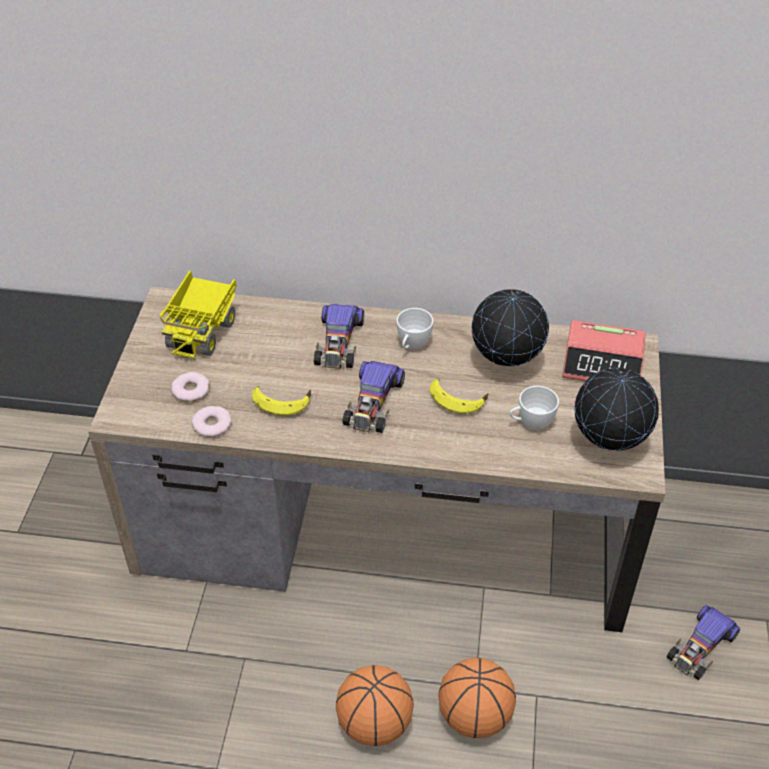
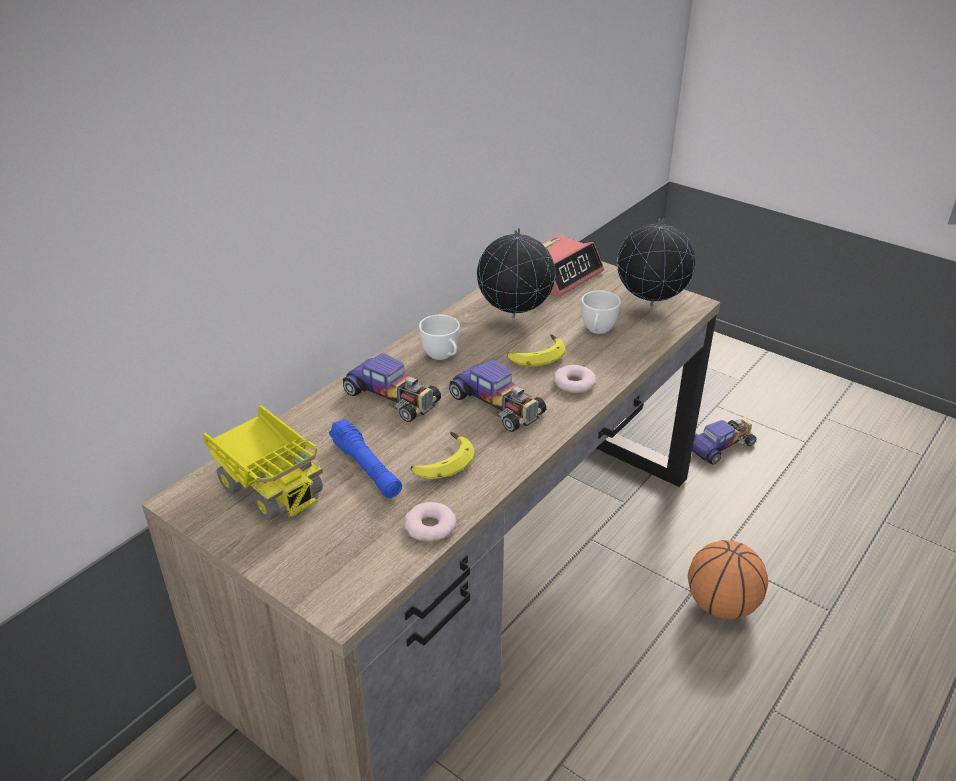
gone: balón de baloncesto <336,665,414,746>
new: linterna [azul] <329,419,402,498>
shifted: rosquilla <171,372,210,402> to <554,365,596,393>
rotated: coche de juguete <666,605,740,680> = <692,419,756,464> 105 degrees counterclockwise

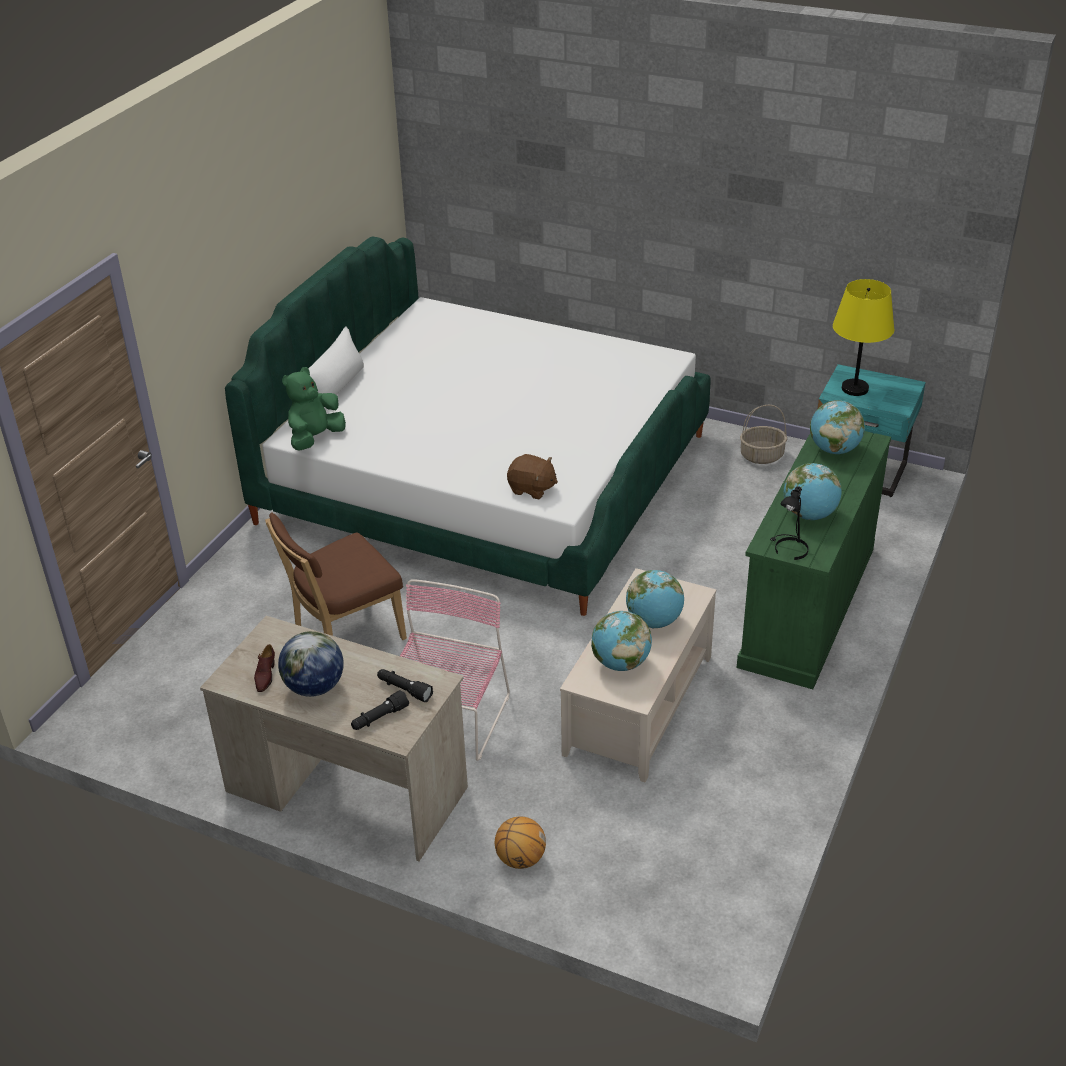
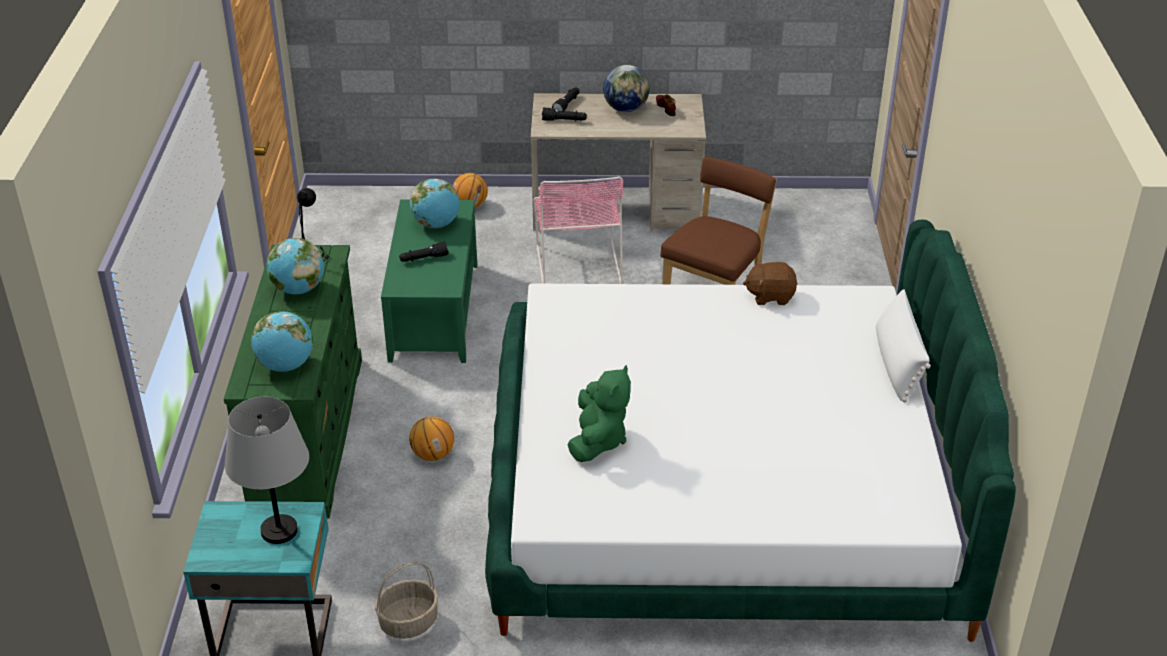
new: balón de baloncesto <409,416,454,461>
shifted: peluche [verde] <282,367,346,451> to <568,365,631,462>; peluche [marrón] <507,454,558,499> to <743,260,798,305>
swapped: globo terráqueo <626,570,684,628> to linterna [negro] <399,242,448,262>
repainted: lámpara de mesa [amarillo] <833,279,894,396> to lámpara de mesa [gris] <225,397,309,544>; mesa de centro [beis] <560,568,716,783> to mesa de centro [verde] <381,200,477,363>

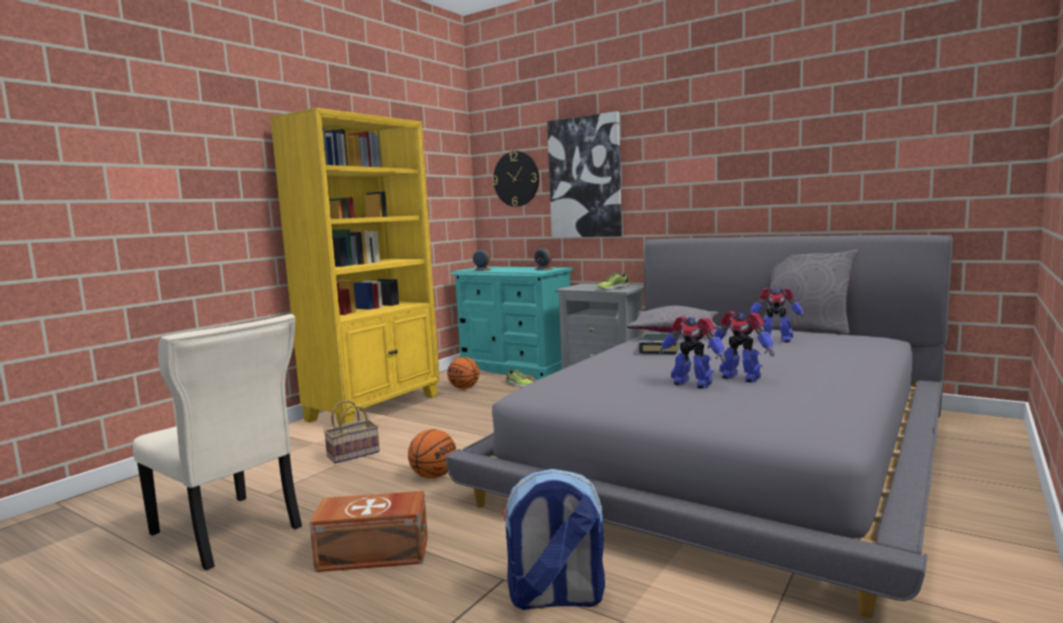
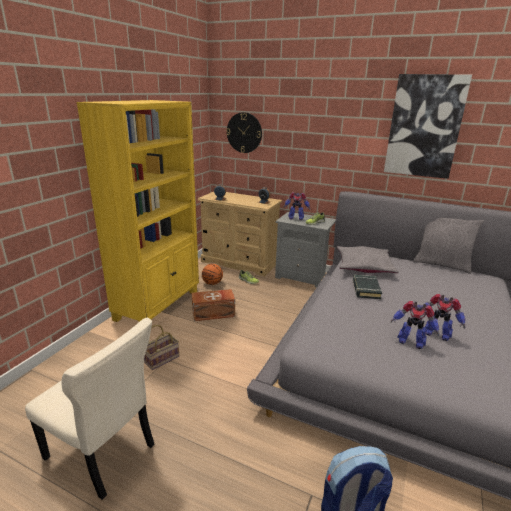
gone: balón de baloncesto <408,429,456,479>
shifted: caja de almacenaje [marrón] <309,491,428,572> to <192,289,235,321>; robot de juguete <749,288,806,343> to <283,192,310,220>; cuadro <547,111,622,238> to <384,74,472,179>
repainted: cómoda [turquesa] <451,266,573,380> to cómoda [beis] <198,192,282,276>

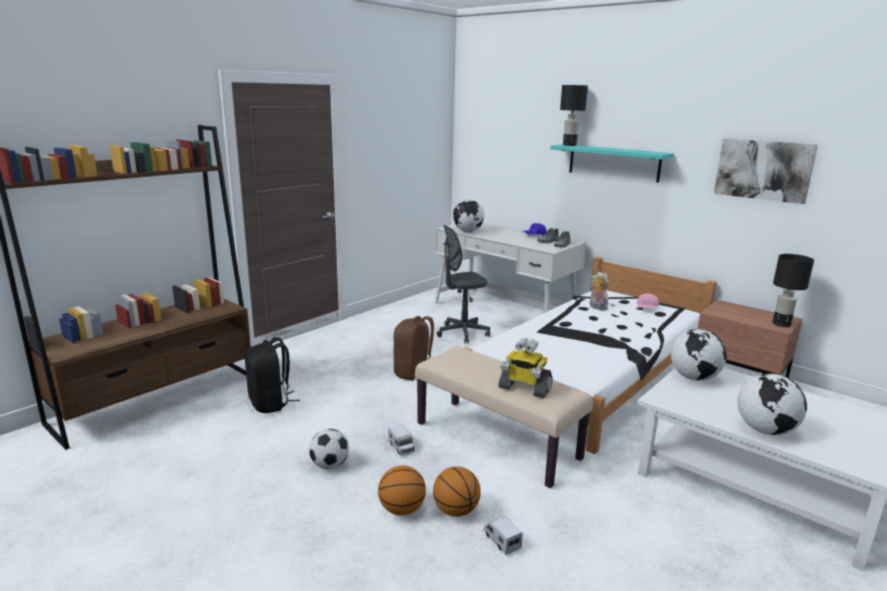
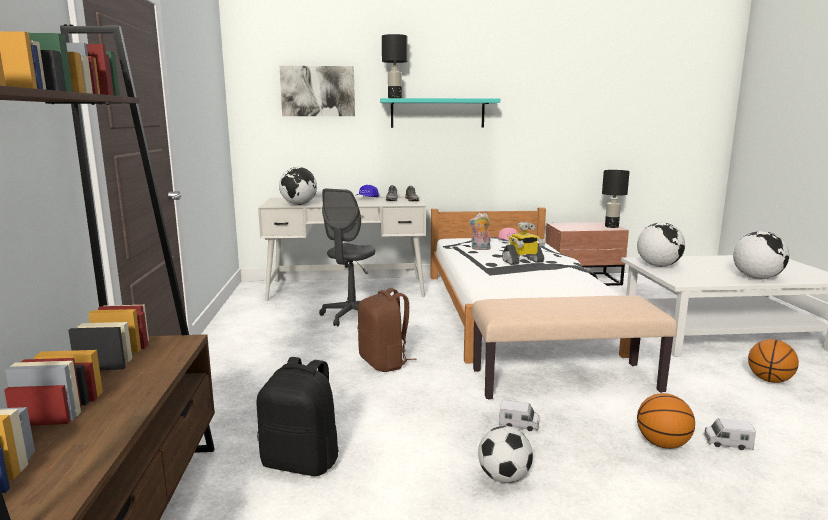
shifted: cuadro <714,138,818,204> to <280,66,355,116>; robot de juguete <499,338,553,398> to <502,222,545,265>; balón de baloncesto <378,465,426,516> to <748,339,799,383>

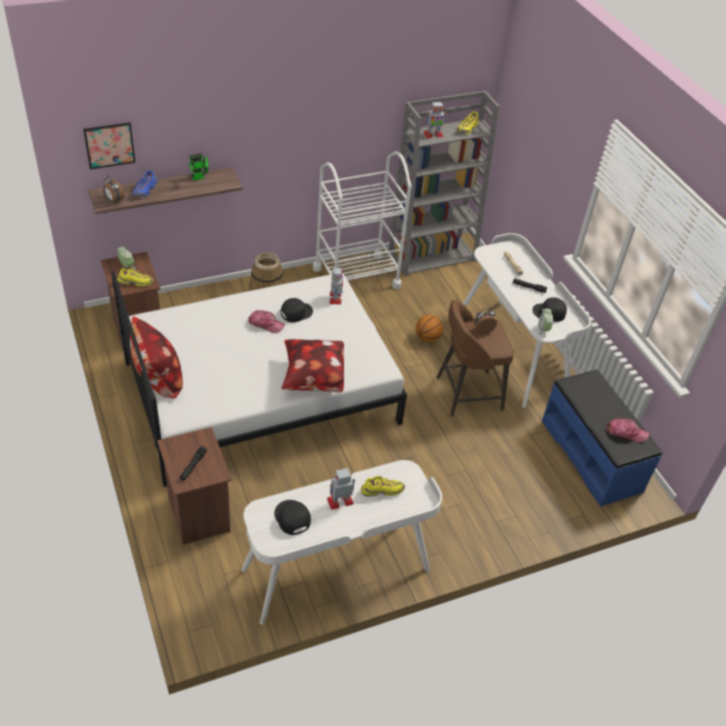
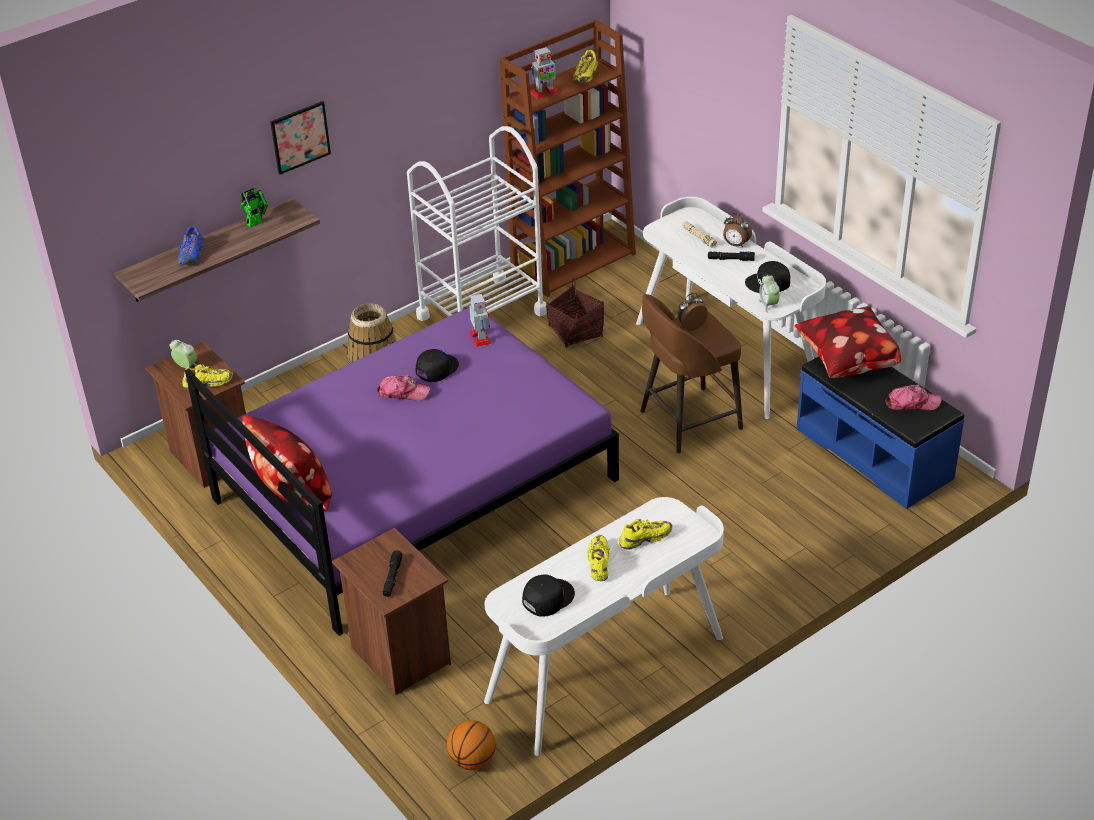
new: cesta <546,277,604,347>
shifted: cuadro <83,122,136,170> to <270,101,331,175>; balón de baloncesto <416,315,443,342> to <447,720,496,770>; despertador <103,175,125,204> to <723,213,752,247>; cojín <281,339,344,393> to <795,306,901,378>
swapped: robot de juguete <327,468,355,510> to zapato [amarillo] <588,535,610,581>
repainted: cama [blanco] <111,271,407,487> to cama [morado] <185,308,619,636>; estantería [gris] <389,91,500,277> to estantería [marrón] <500,20,636,297>
rotated: gorra [negro] <274,500,311,535> = <522,574,575,616> 90 degrees clockwise

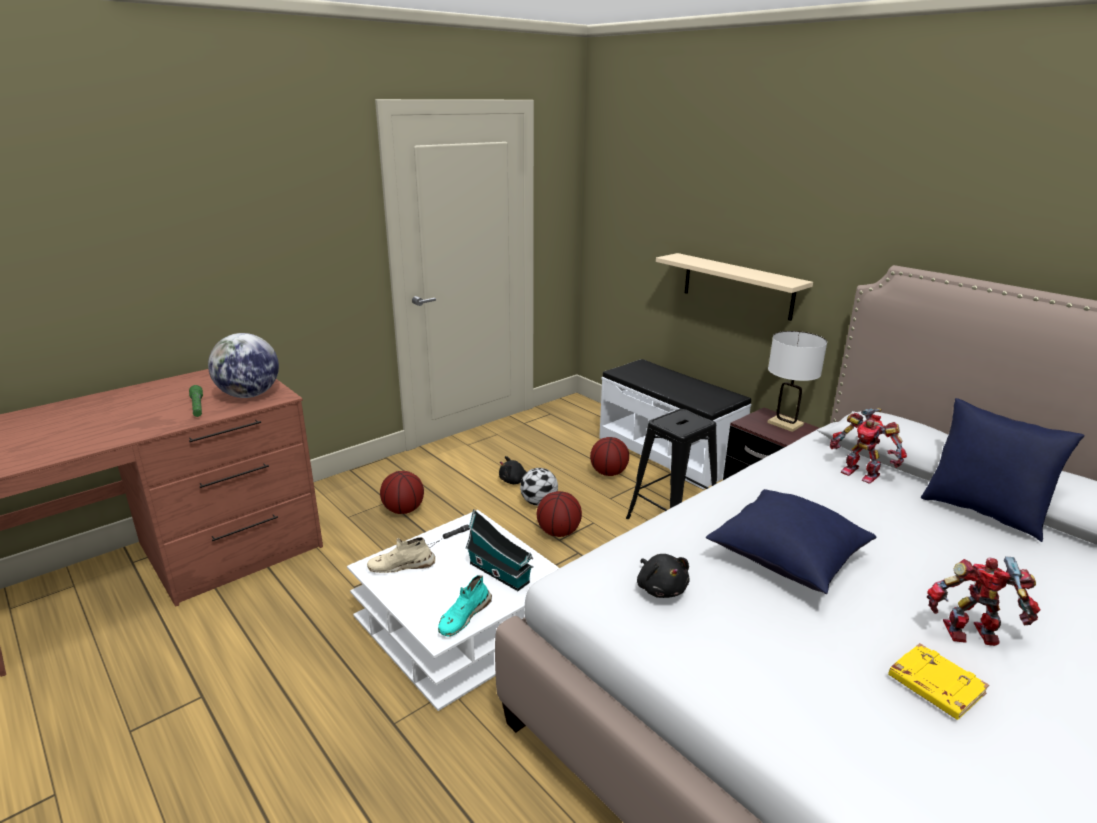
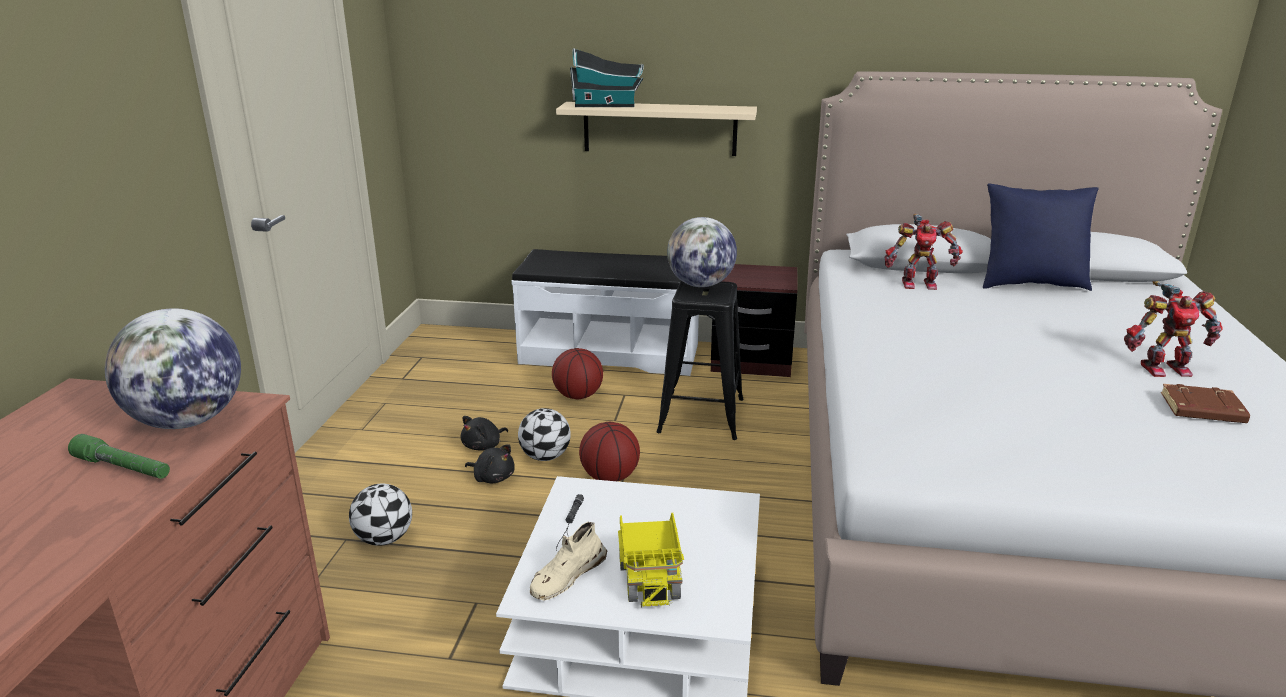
gone: zapato [turquesa] <438,575,492,637>; cojín [azul] <706,489,876,594>; lámpara de mesa [blanco] <768,331,827,432>
new: camión de juguete <618,513,684,608>; globo terráqueo <667,217,737,287>
shifted: peluche [negro] <637,554,690,598> to <465,444,515,483>; casita <466,509,534,591> to <570,48,644,107>
swapped: balón de baloncesto <380,471,424,514> to balón de fútbol <349,483,412,546>
repainted: libro [amarillo] <888,643,989,720> to libro [marrón] <1161,384,1250,423>
rotated: robot de juguete <927,556,1040,646> = <1124,281,1223,377> 150 degrees counterclockwise

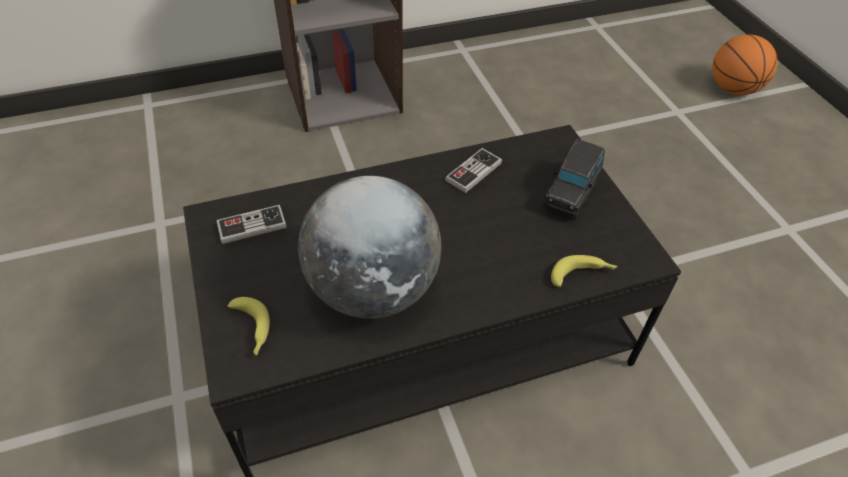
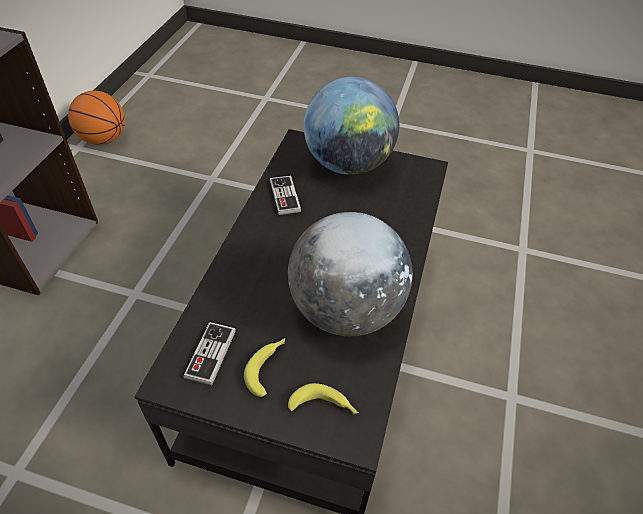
shifted: balón de baloncesto <712,35,778,95> to <68,91,125,145>; plátano <551,255,618,287> to <244,338,285,397>
swapped: coche de juguete [negro] <543,139,605,218> to globo terráqueo <304,77,399,175>

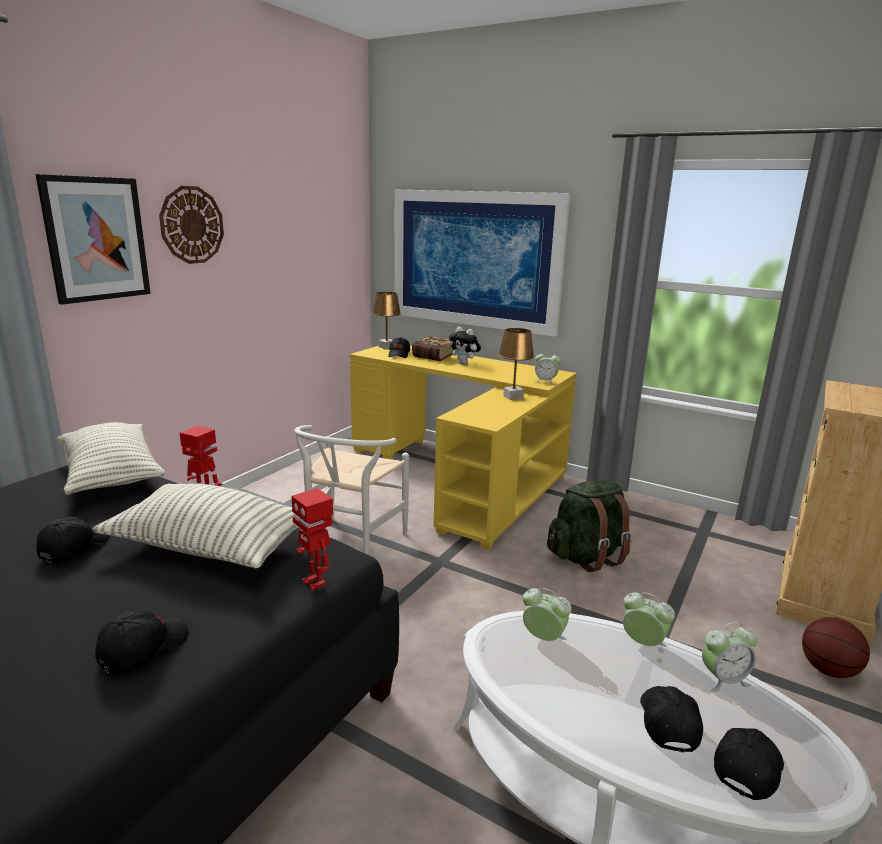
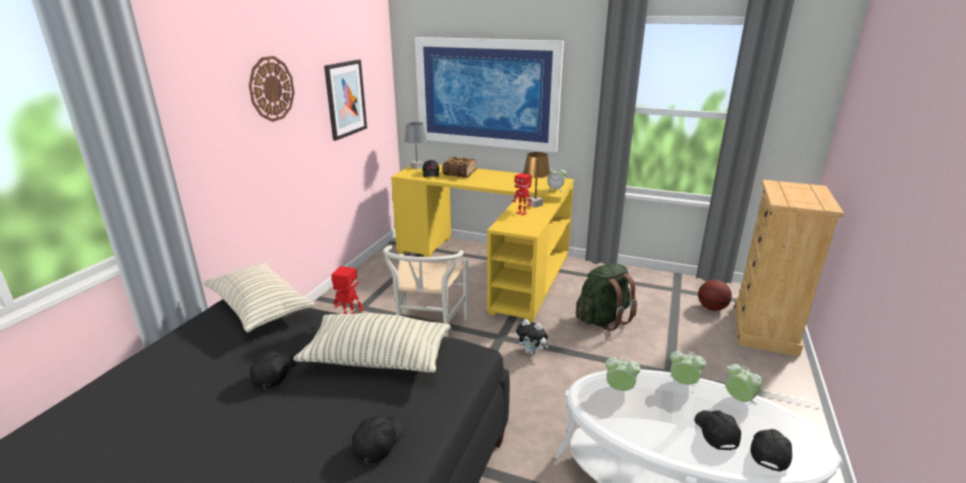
shifted: cuadro <36,174,151,305> to <324,59,367,141>; robot de juguete <291,488,333,591> to <512,173,532,216>; peluche <449,327,481,364> to <516,319,549,355>; balón de baloncesto <802,617,870,678> to <698,280,732,311>
repainted: lámpara de mesa [marrón] <373,292,401,349> to lámpara de mesa [gris] <404,122,427,170>
rotated: despertador <702,622,758,692> = <725,364,763,405> 105 degrees counterclockwise

